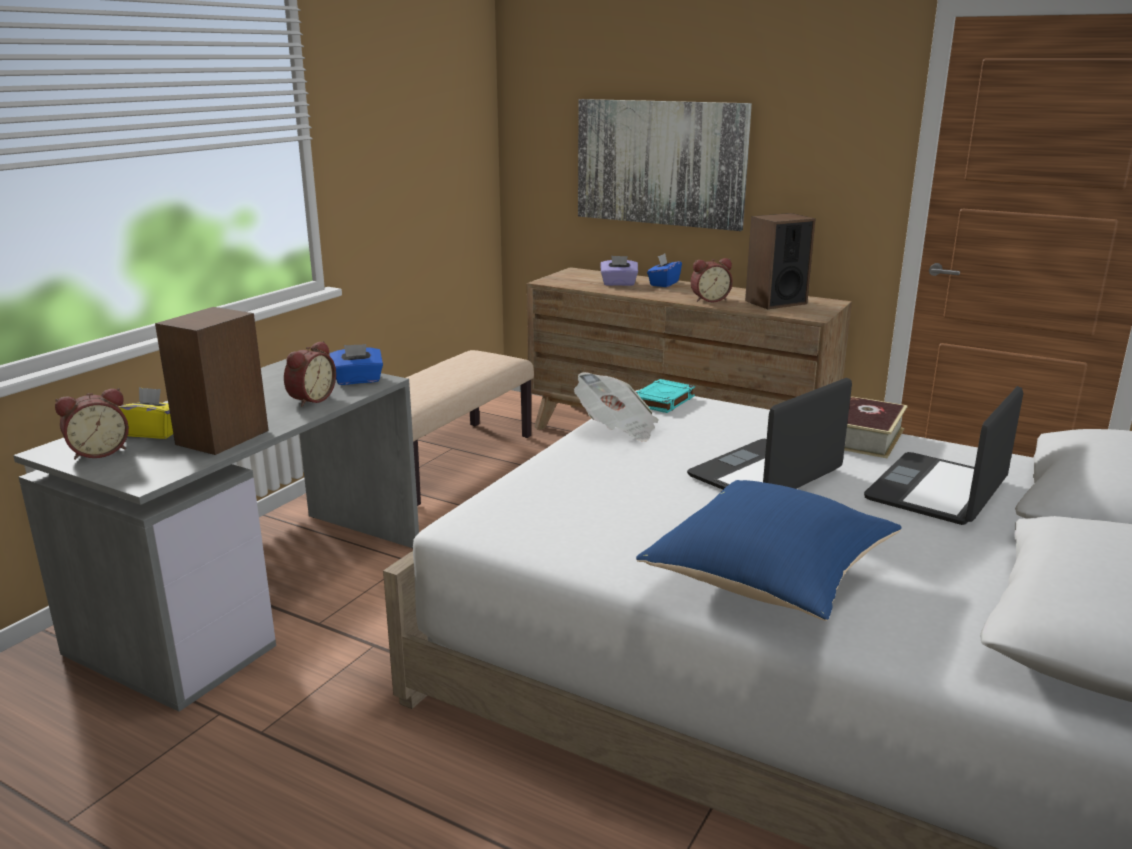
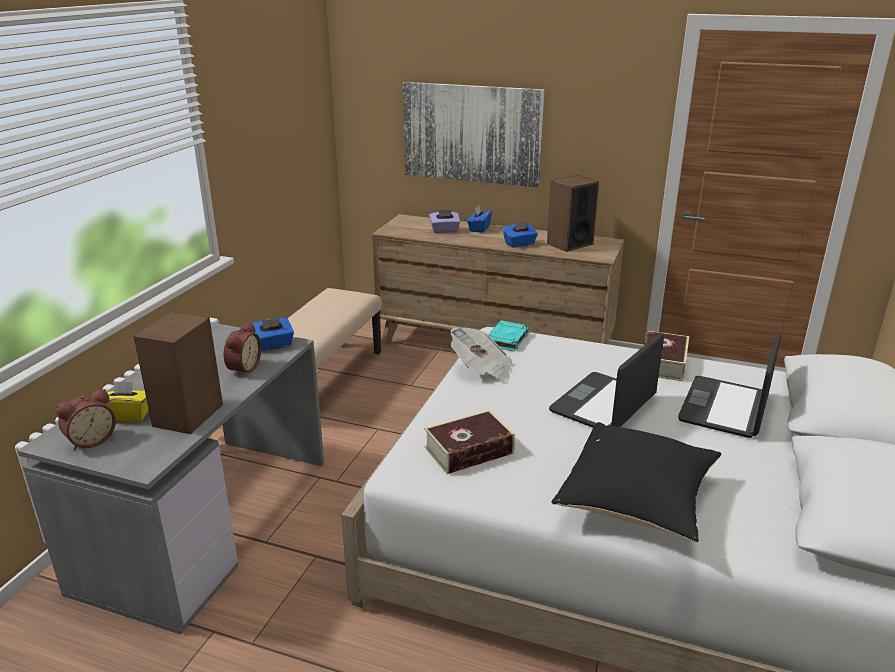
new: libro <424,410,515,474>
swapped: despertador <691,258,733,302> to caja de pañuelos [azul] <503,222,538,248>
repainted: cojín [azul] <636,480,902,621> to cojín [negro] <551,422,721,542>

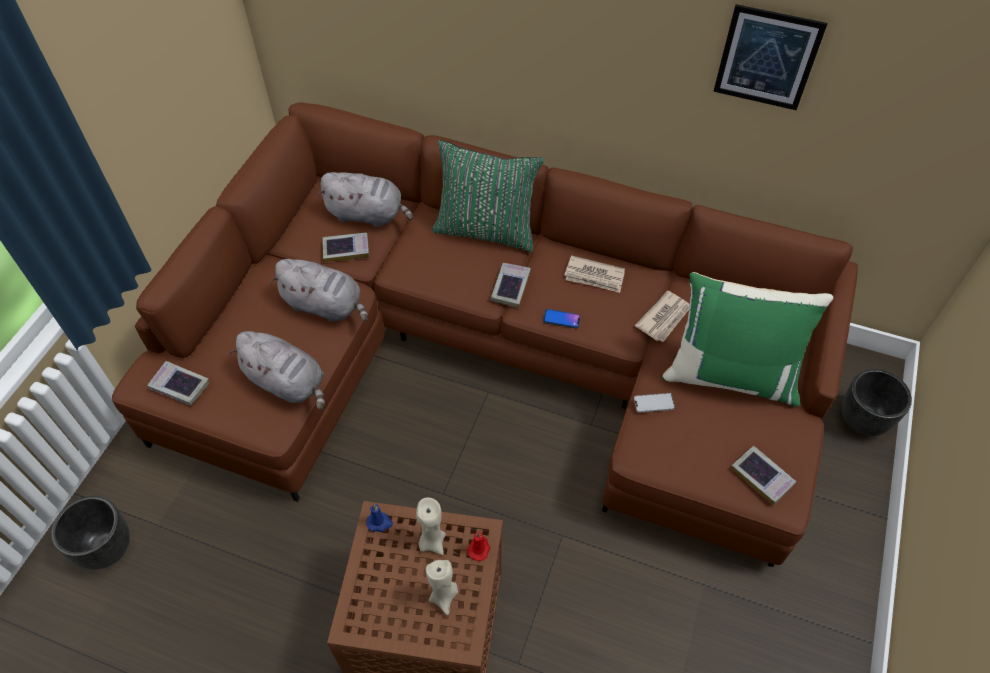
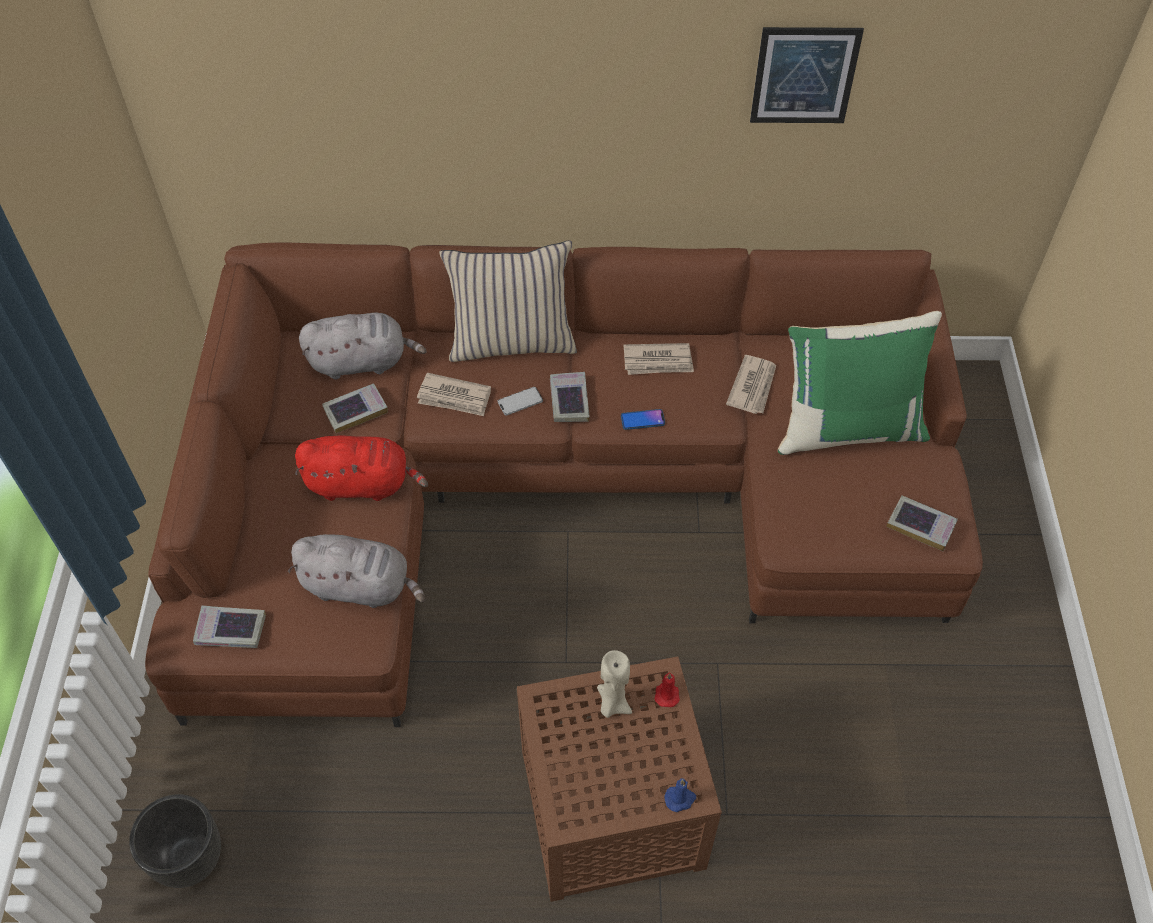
gone: vela [beis] <426,560,458,615>; maceta [negro] <842,369,912,436>
new: periódico <417,373,491,416>
shifted: móvil <634,393,675,413> to <498,387,543,415>; vela [azul] <366,505,393,532> to <664,778,696,812>
repainted: peluche [gris] <270,259,368,322> to peluche [rojo] <295,435,428,501>; cojín [verde] <432,140,544,252> to cojín [beis] <439,240,577,362>

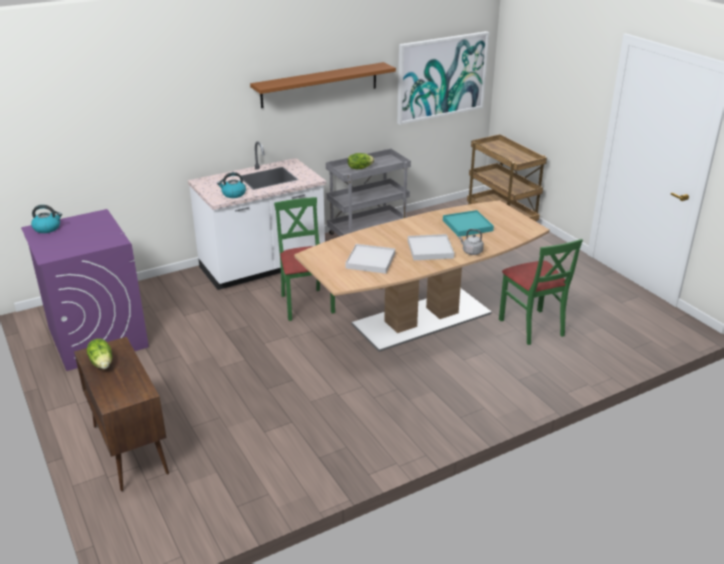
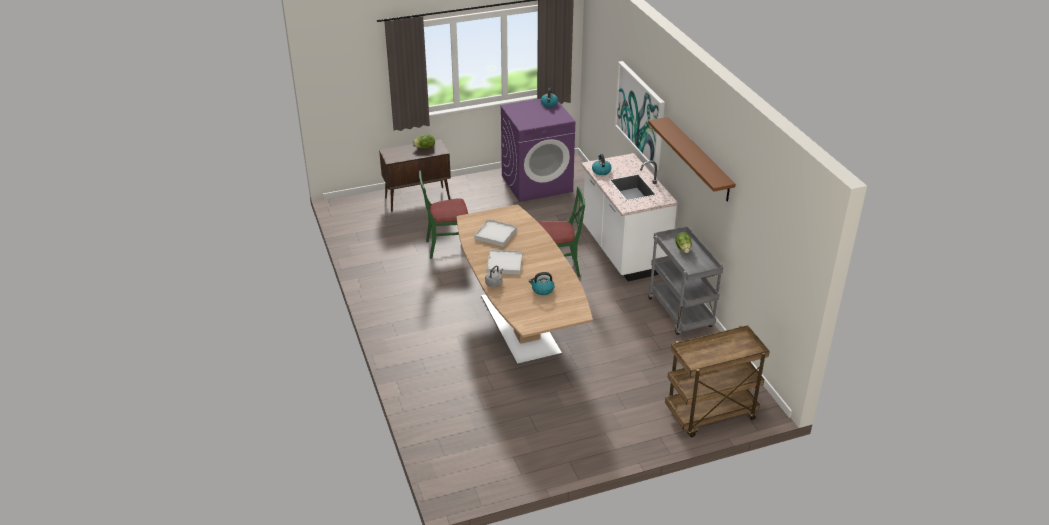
shifted: silla [verde] <499,239,583,345> to <419,171,468,259>; cuadro <397,31,489,125> to <615,61,665,170>
swapped: bandeja [turquesa] <443,210,494,237> to hervidor <529,272,554,295>

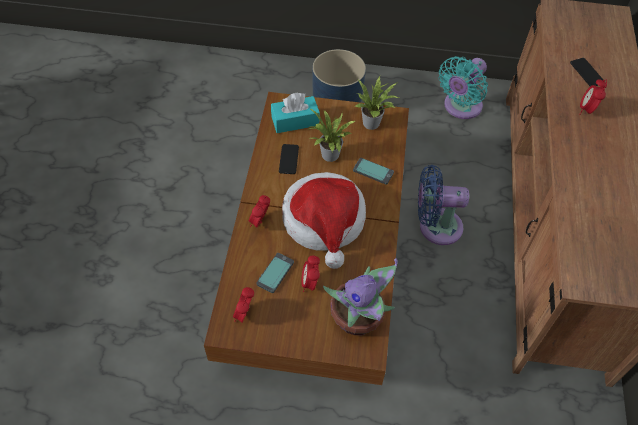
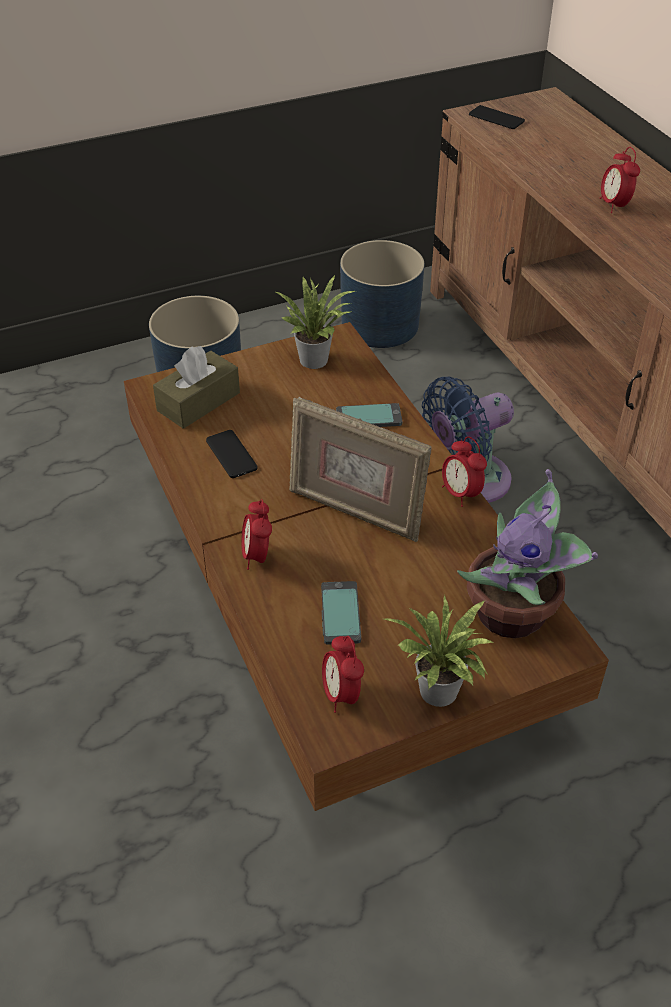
shifted: planta en maceta <309,108,355,162> to <384,595,493,707>; despertador <301,255,320,292> to <442,436,487,507>; móvil <570,58,605,86> to <469,105,525,129>
swapped: sombrero <282,172,366,269> to portarretratos <289,397,431,542>; ventilador [turquesa] <438,56,488,119> to maceta [azul] <340,240,425,348>
repainted: caja de pañuelos [turquesa] <271,93,320,133> to caja de pañuelos [marrón] <153,346,240,429>

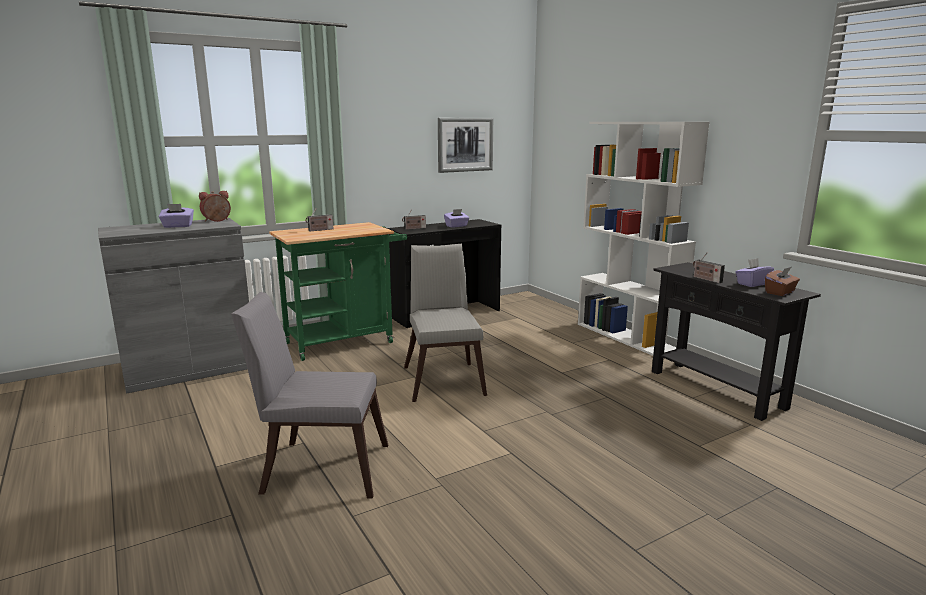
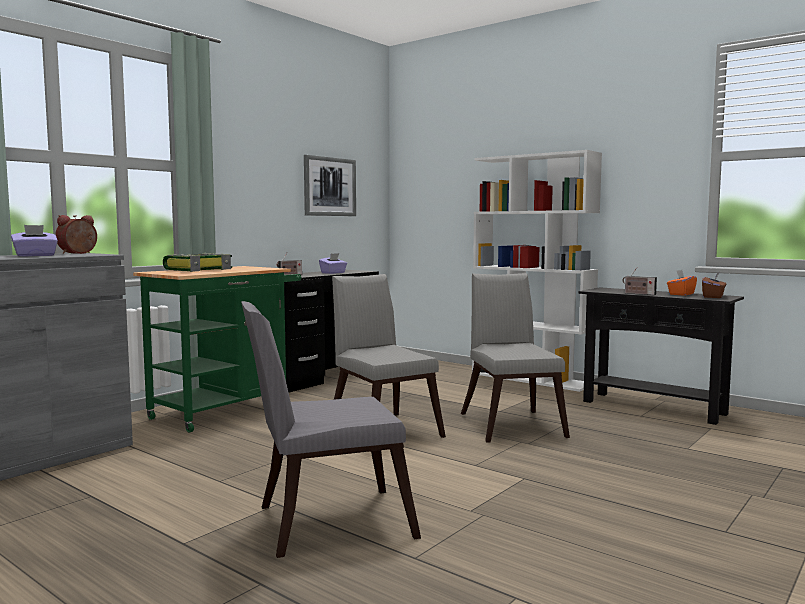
new: silla [gris] <461,273,570,443>
swapped: radio <305,208,334,231> to libro <163,253,232,272>
repainted: caja de pañuelos [morado] <735,258,774,287> to caja de pañuelos [naranja] <667,270,697,296>

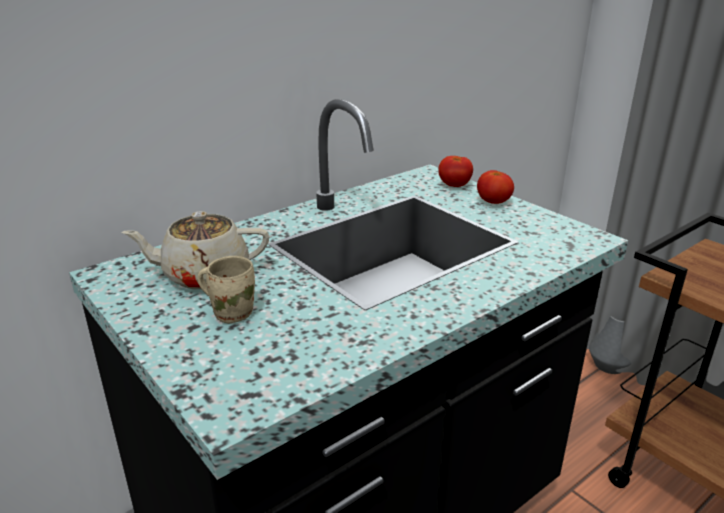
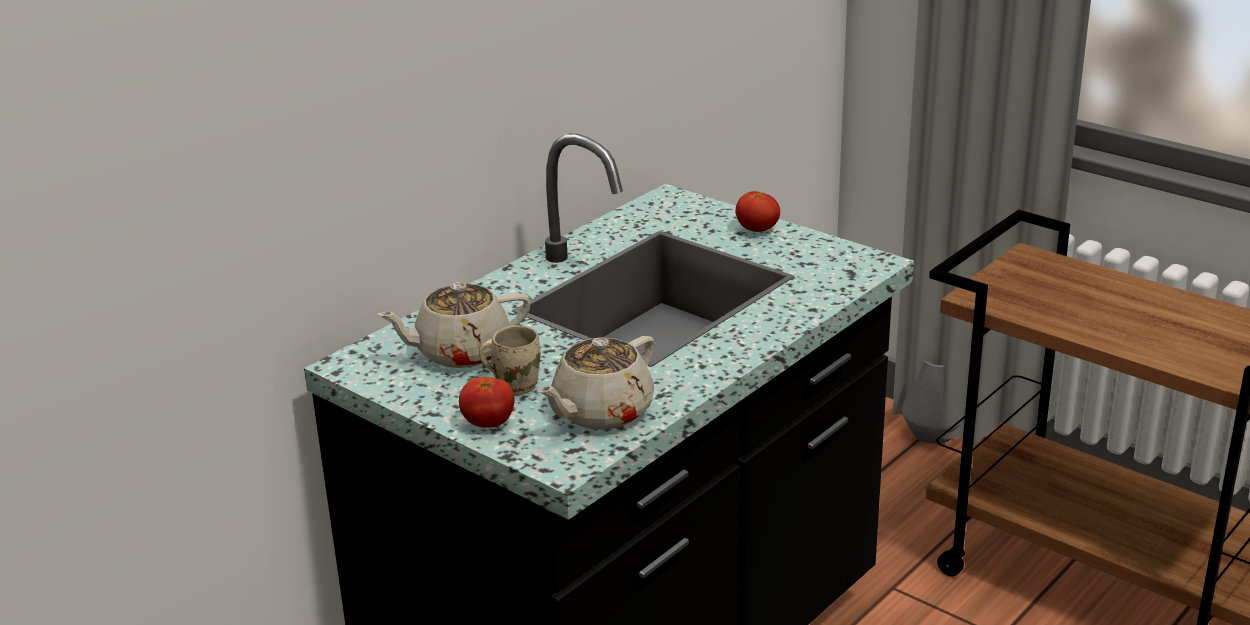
new: tetera [beis] <538,336,655,430>
shifted: tomate <438,156,473,187> to <459,377,515,428>

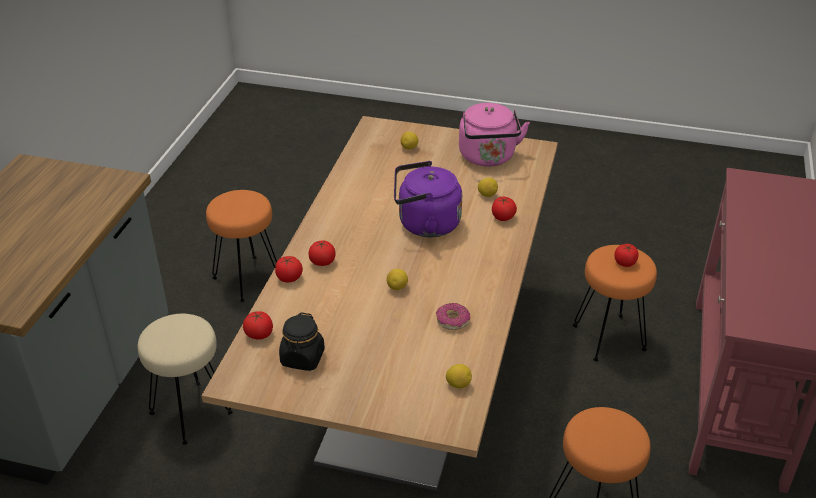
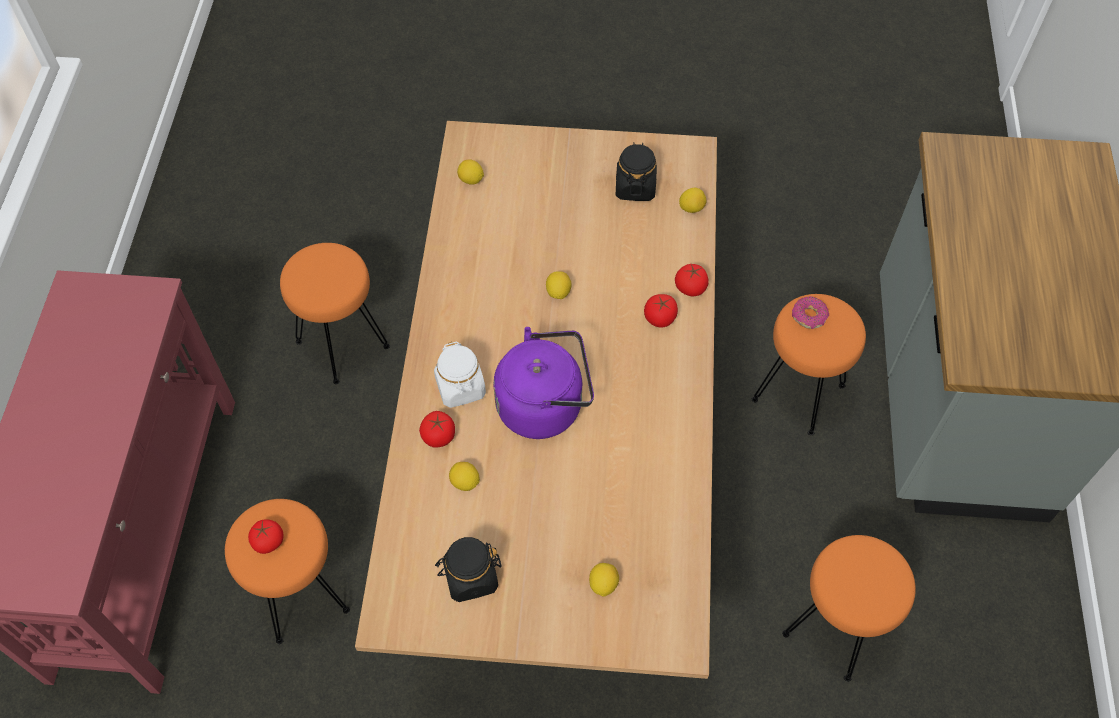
new: tarro [blanco] <434,341,486,408>
shifted: rosquilla <436,303,471,330> to <792,296,829,329>
swapped: hervidor [rosa] <459,103,530,167> to tarro [negro] <435,537,502,602>; tomate <243,311,273,340> to limón <679,188,707,213>
repainted: taburete [beis] <138,314,233,445> to taburete [naranja] <752,294,866,435>

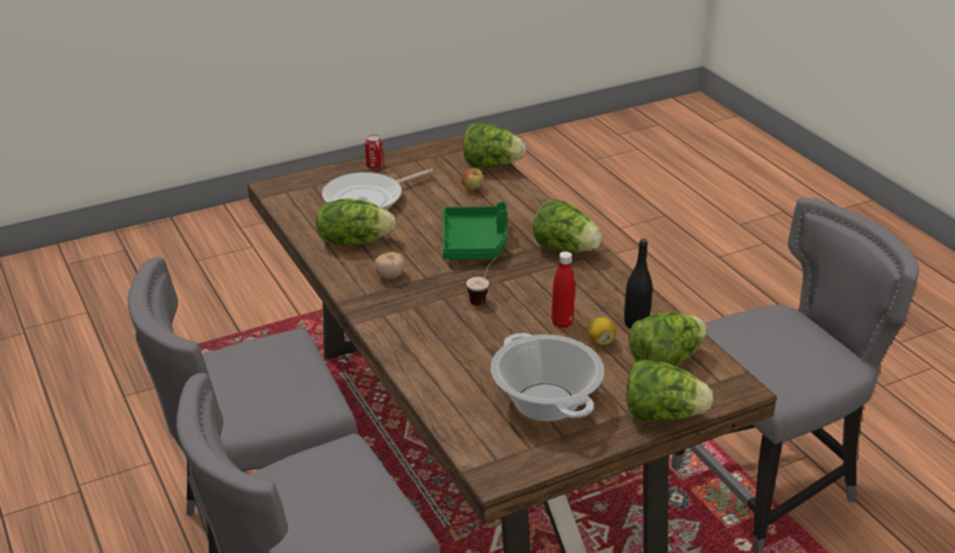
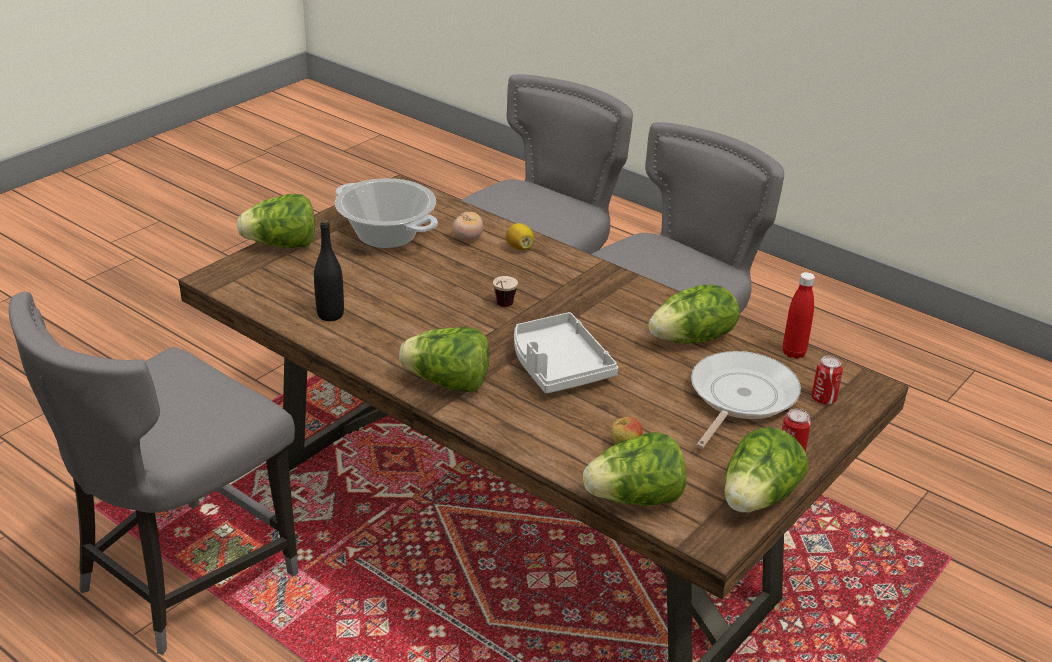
new: lata <811,356,843,405>
shifted: tomate <374,252,405,279> to <453,212,483,241>; limón <588,317,616,346> to <506,223,534,250>; lechuga <628,312,707,366> to <724,427,808,513>; botella [rojo] <551,251,575,328> to <783,272,815,359>
repainted: bandeja [verde] <443,201,507,259> to bandeja [gris] <514,312,618,394>

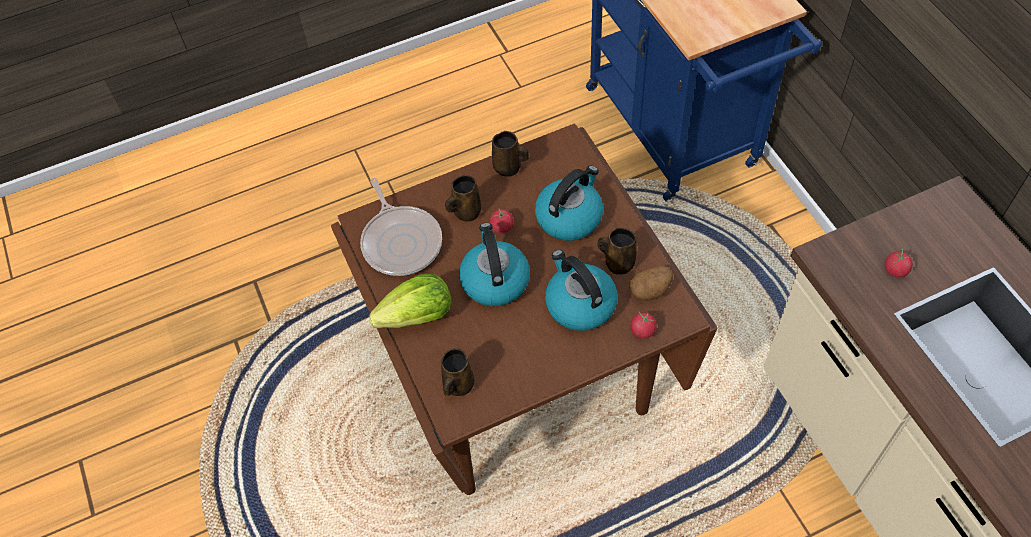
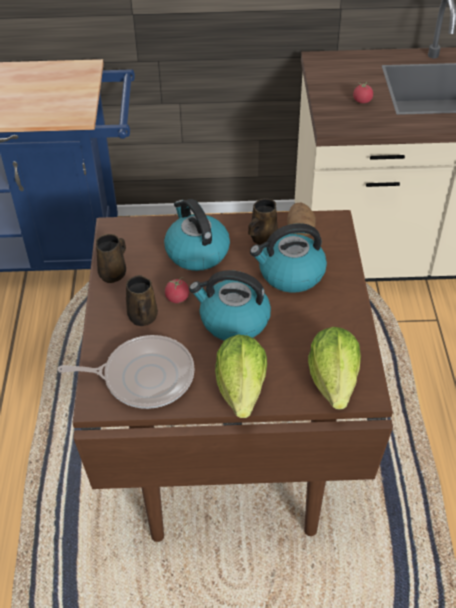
gone: tomate <630,312,657,339>
swapped: taza grande [marrón] <441,348,474,396> to lechuga <308,327,361,409>

